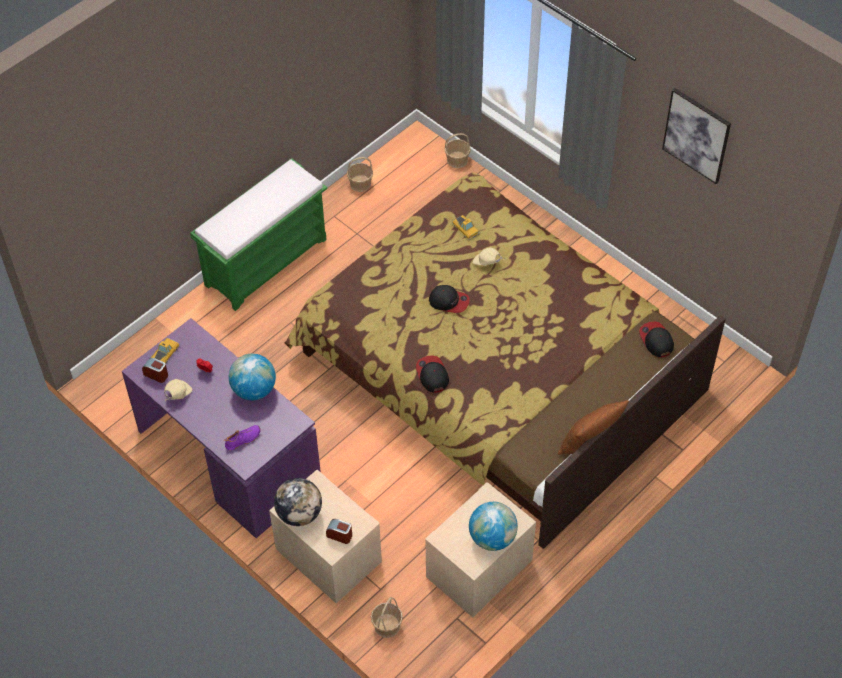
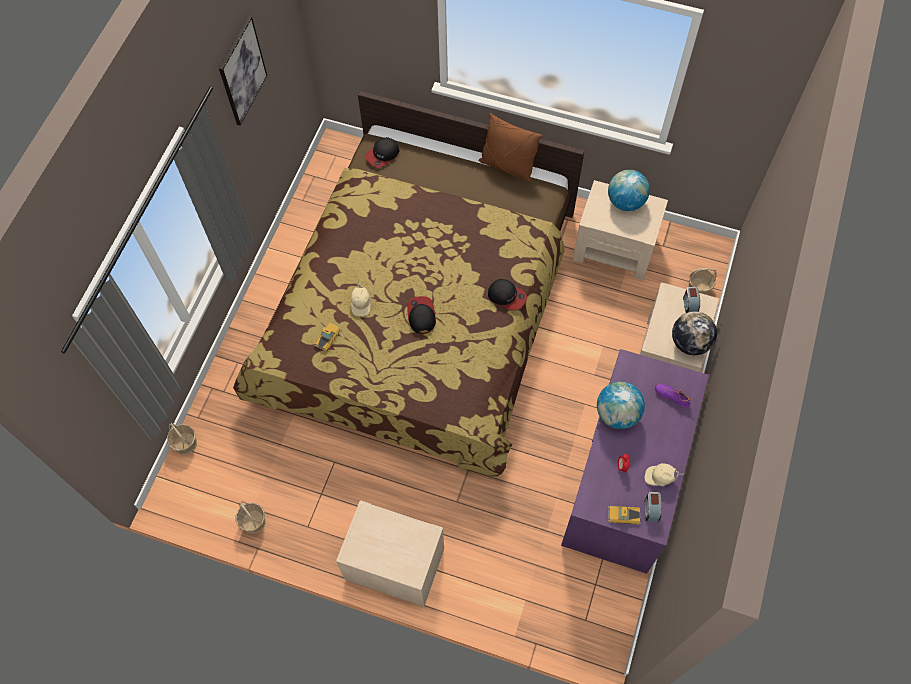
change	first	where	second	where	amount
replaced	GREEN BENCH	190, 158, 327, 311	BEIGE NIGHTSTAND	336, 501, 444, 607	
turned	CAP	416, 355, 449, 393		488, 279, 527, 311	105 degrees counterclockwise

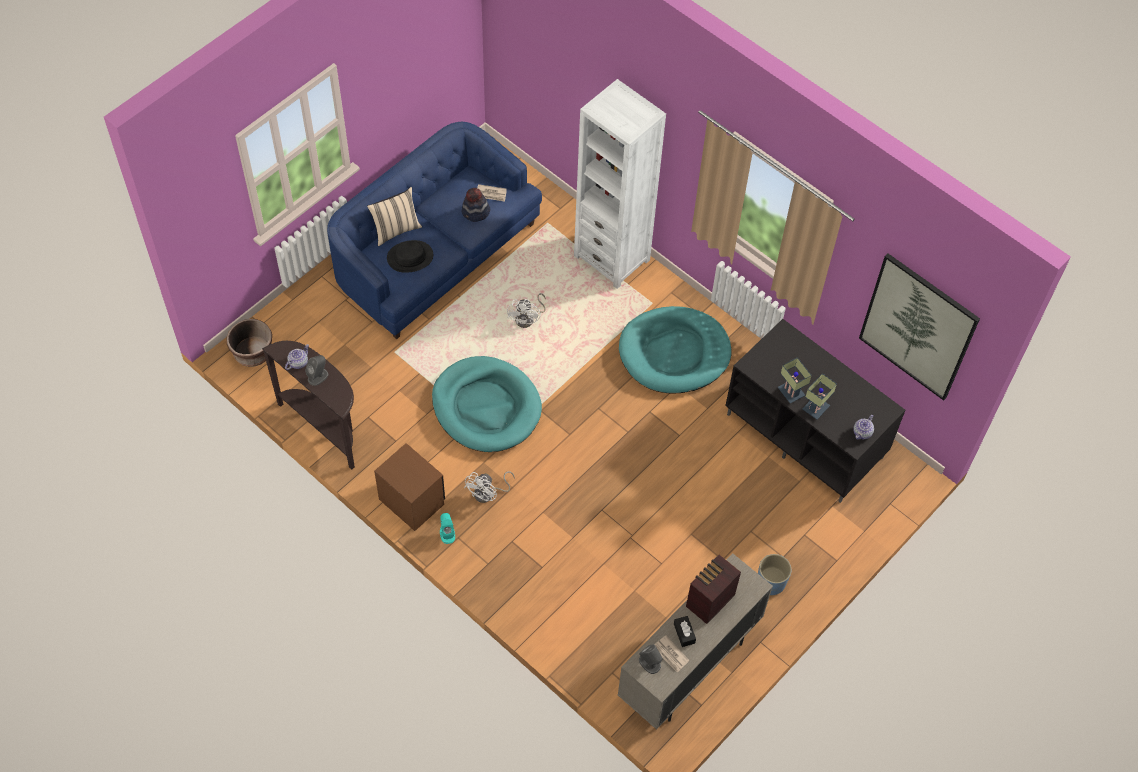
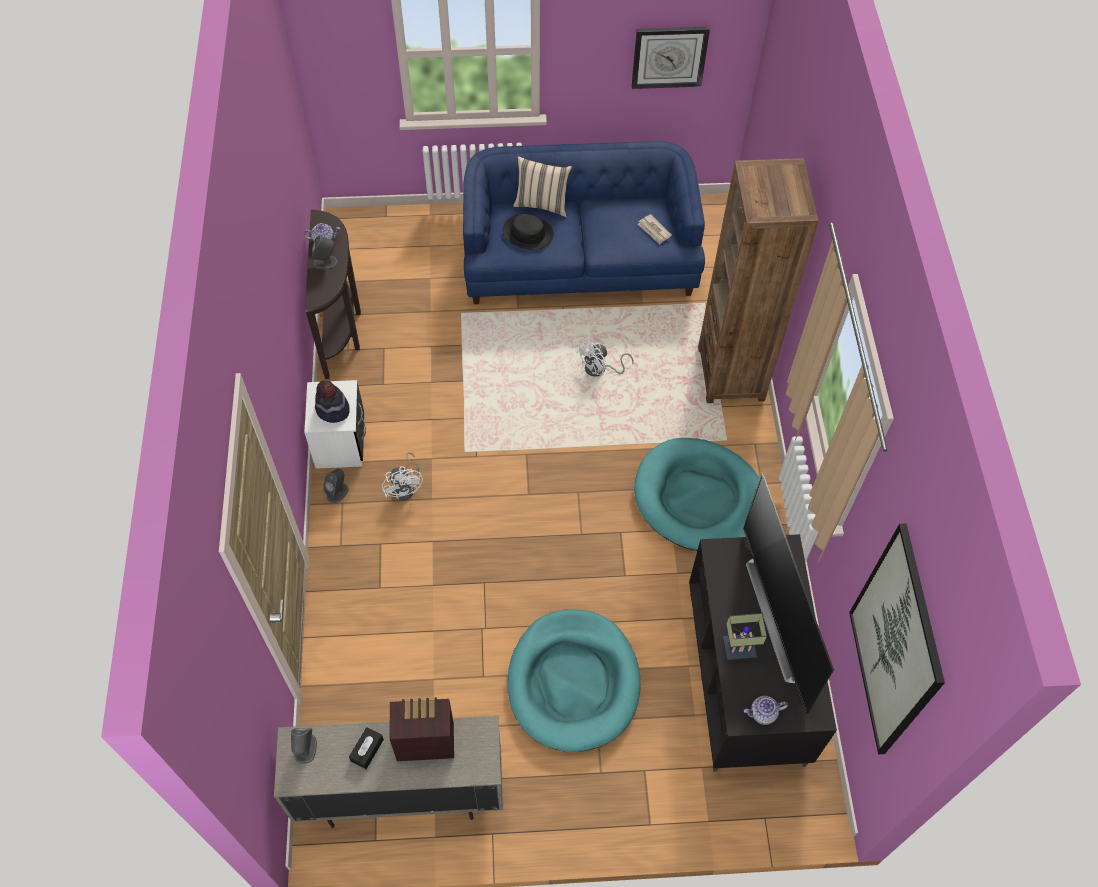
change	first	where	second	where	amount
recoloured	WHITE BOOKCASE	574, 79, 666, 289	BROWN BOOKCASE	698, 158, 819, 403	
moved	HAT	462, 188, 490, 222		315, 380, 350, 423	
removed	BROWN PLANTER	227, 319, 272, 367			
moved	TURQUOISE DOG BED	432, 356, 542, 452		507, 609, 641, 752	
removed	TABLE LAMP	778, 357, 812, 403			
recoloured	BROWN NIGHTSTAND	374, 443, 445, 531	WHITE NIGHTSTAND	304, 380, 366, 469	
turned	WHITE FAN	464, 471, 515, 503		382, 452, 423, 501	90 degrees counterclockwise
recoloured	TURQUOISE SPEAKER	440, 513, 455, 544	GREY SPEAKER	323, 469, 349, 503	
removed	BLUE PLANTER	758, 554, 791, 596			
removed	NEWSPAPER	654, 635, 689, 673			
added			WALL CLOCK	632, 27, 710, 89	
added			TELEVISION	743, 472, 834, 714	

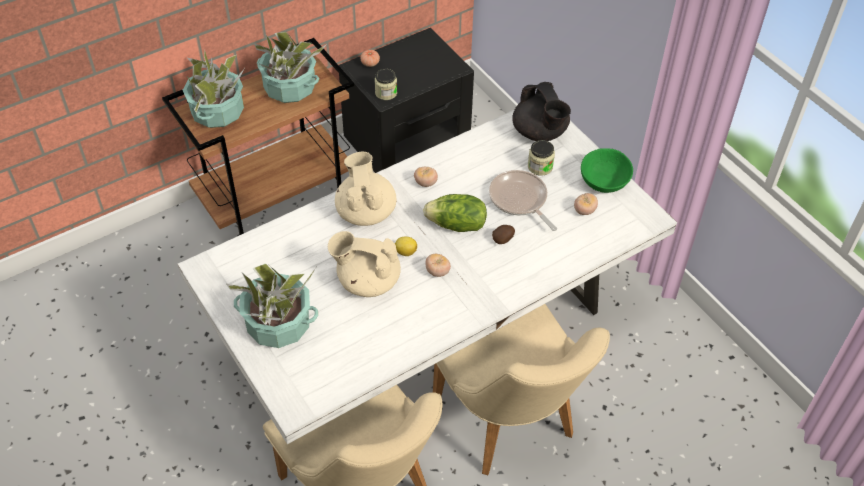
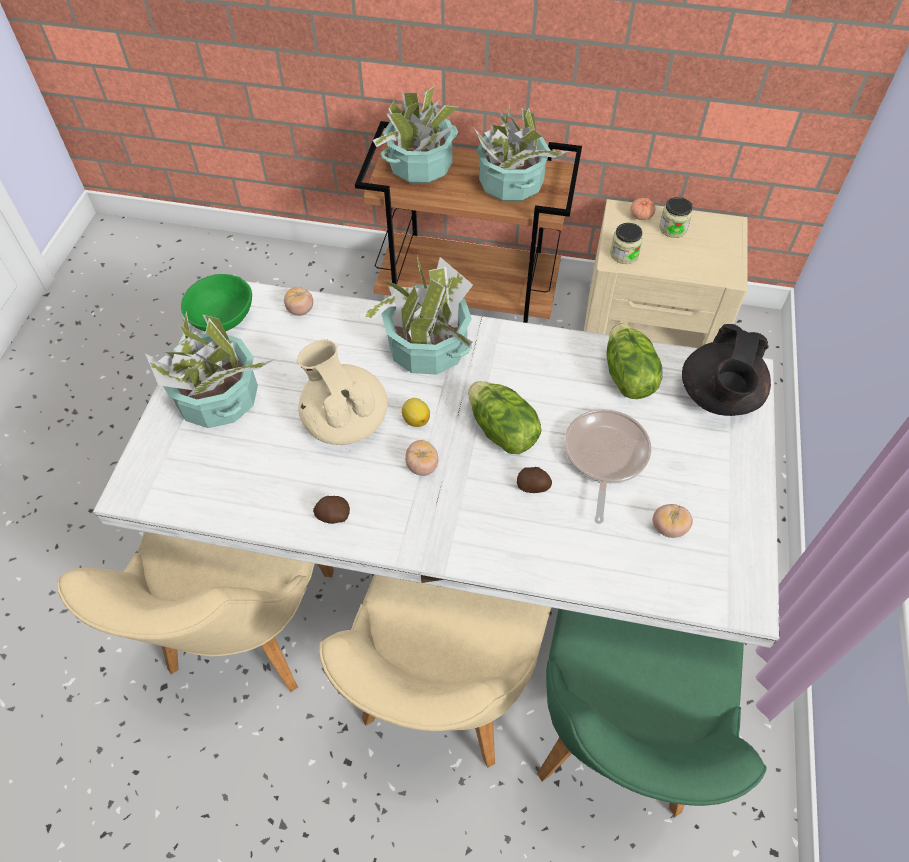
change	first	where	second	where	amount
recoloured	BLACK NIGHTSTAND	339, 28, 474, 173	BEIGE NIGHTSTAND	584, 199, 748, 348	
moved	JAR	528, 140, 555, 176		659, 197, 693, 238	
moved	GREEN BOWL	581, 148, 633, 193		181, 274, 252, 332	
replaced	BEIGE TEAPOT	335, 152, 397, 226	POTTED PLANT	358, 255, 473, 375	
moved	TOMATO	414, 167, 438, 187		284, 287, 313, 316	
added			LETTUCE	606, 323, 662, 399	
added			POTATO	313, 496, 350, 524	
added			GREEN CHAIR	537, 609, 767, 817	

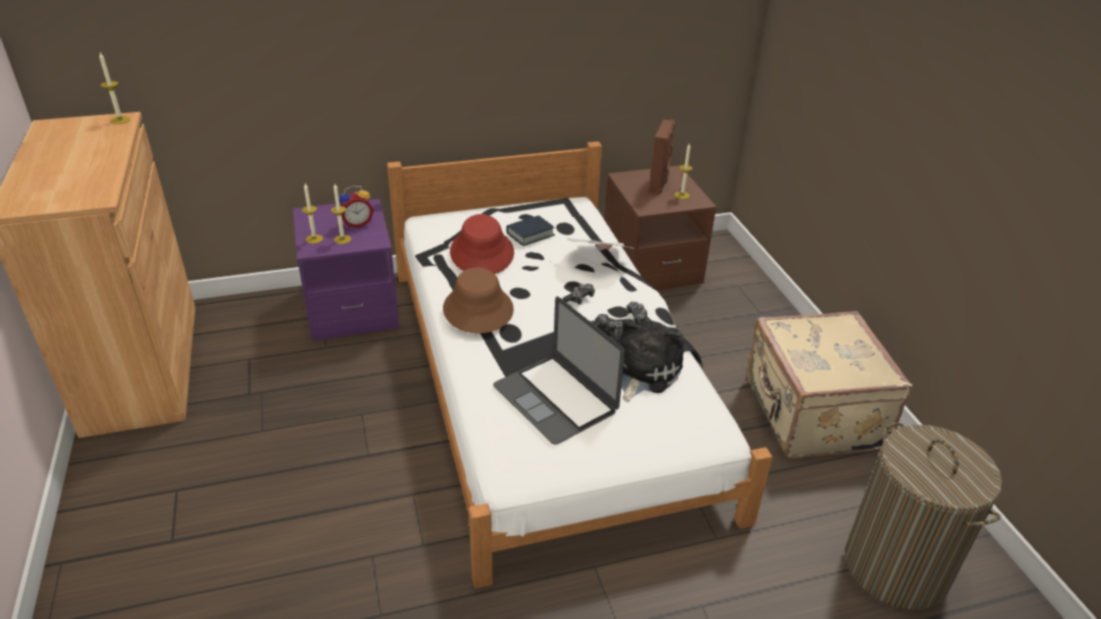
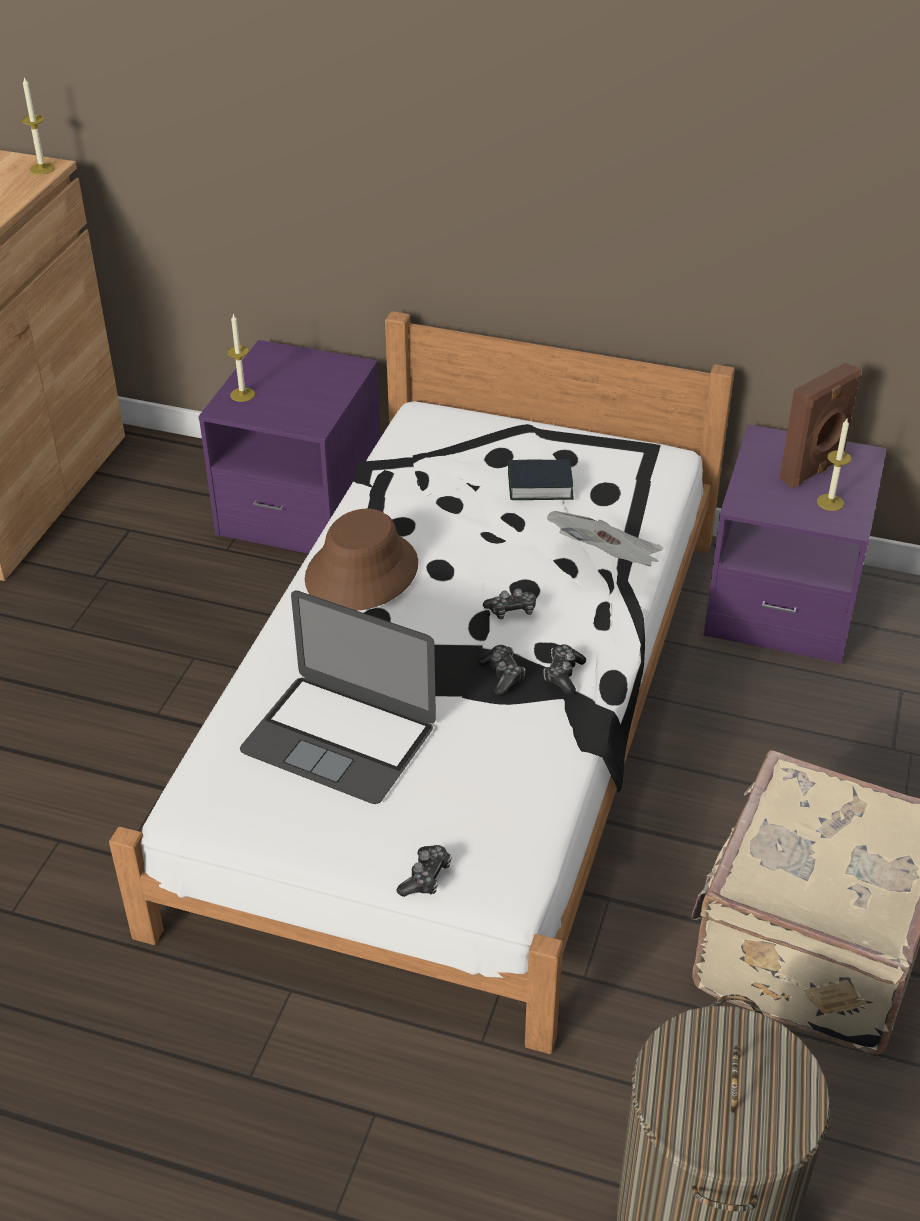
change	first	where	second	where	amount
recoloured	BROWN NIGHTSTAND	604, 165, 716, 290	PURPLE NIGHTSTAND	703, 424, 887, 664	
removed	CANDLE	331, 184, 351, 244			
removed	ALARM CLOCK	339, 186, 374, 228			
removed	RED HAT	450, 214, 514, 274			
turned	LAPTOP	493, 297, 625, 445		240, 590, 436, 804	60 degrees counterclockwise
removed	PLUSH TOY	619, 320, 684, 402			
added			GAME CONTROLLER	397, 845, 451, 897	

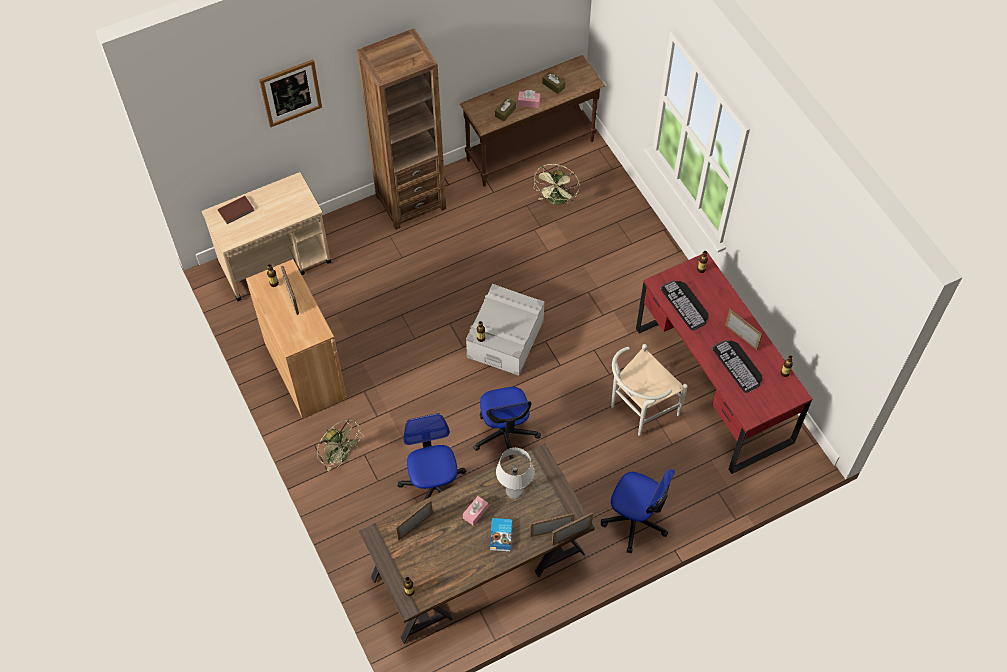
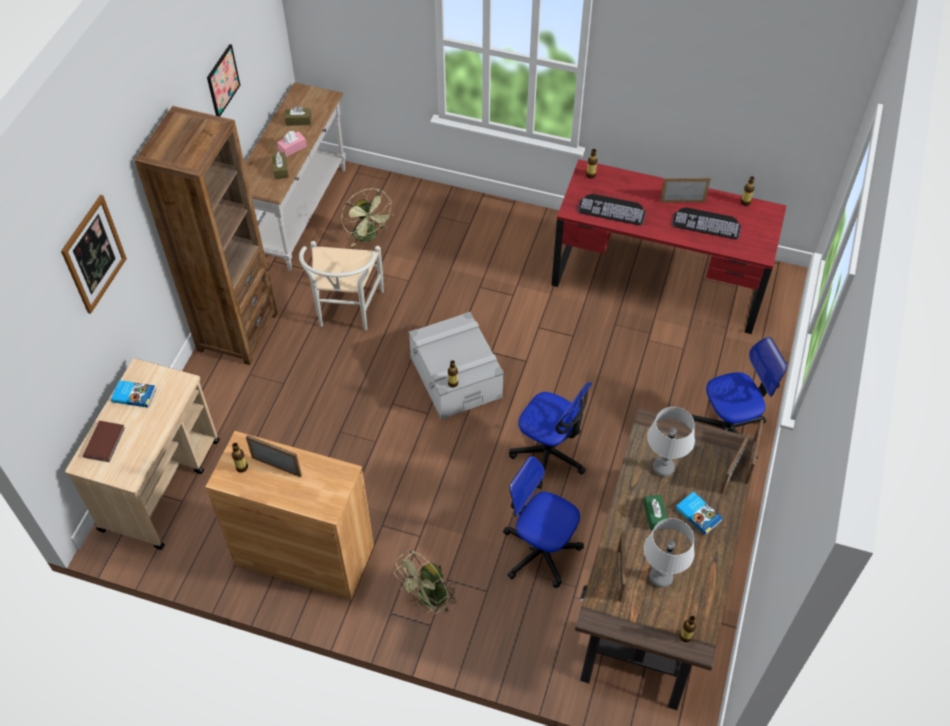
change	first	where	second	where	amount
recoloured	BROWN CONSOLE TABLE	460, 55, 605, 187	WHITE CONSOLE TABLE	245, 82, 346, 271	
moved	WHITE CHAIR	611, 344, 688, 436		299, 241, 384, 330	
turned	GREEN FAN	317, 419, 364, 472		394, 550, 456, 614	135 degrees clockwise
recoloured	PINK TISSUE BOX	463, 496, 488, 526	GREEN TISSUE BOX	643, 494, 668, 530	
added			PICTURE	207, 44, 240, 117	
added			BOOK	111, 380, 156, 408	
added			GREY TABLE LAMP	644, 518, 694, 587	

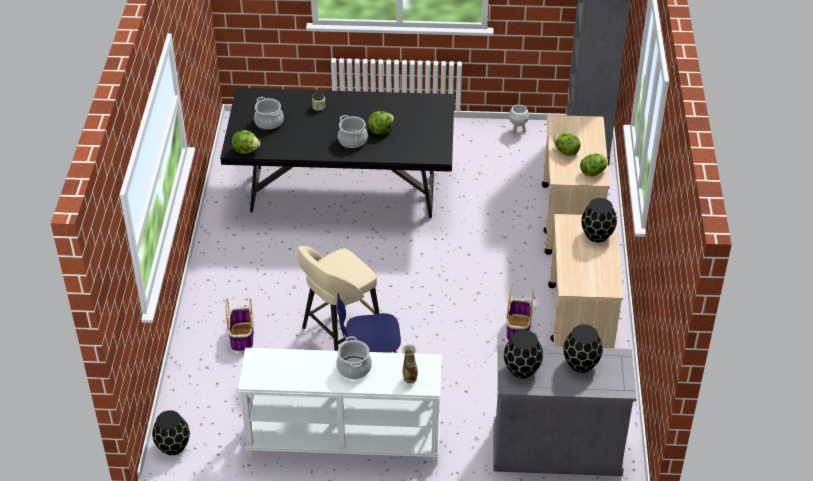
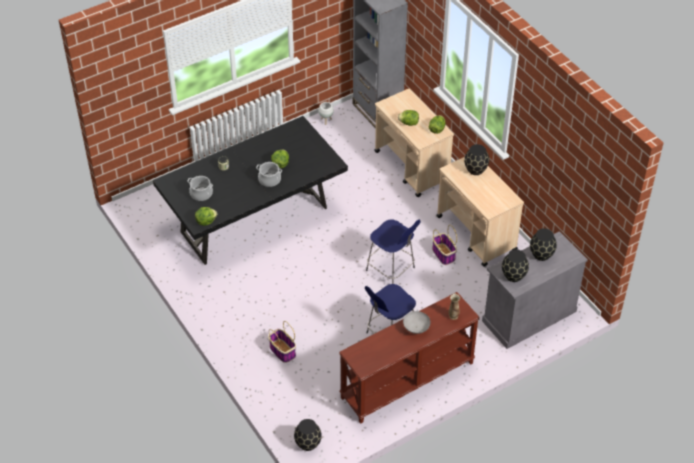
change	first	where	second	where	amount
removed	BEIGE STOOL	298, 246, 380, 351			
replaced	COOKING POT	336, 336, 372, 379	GREY BOWL	403, 311, 431, 334	
recoloured	WHITE CONSOLE TABLE	238, 348, 442, 465	BROWN CONSOLE TABLE	339, 292, 480, 424	
added			BLUE STOOL	366, 219, 421, 284	

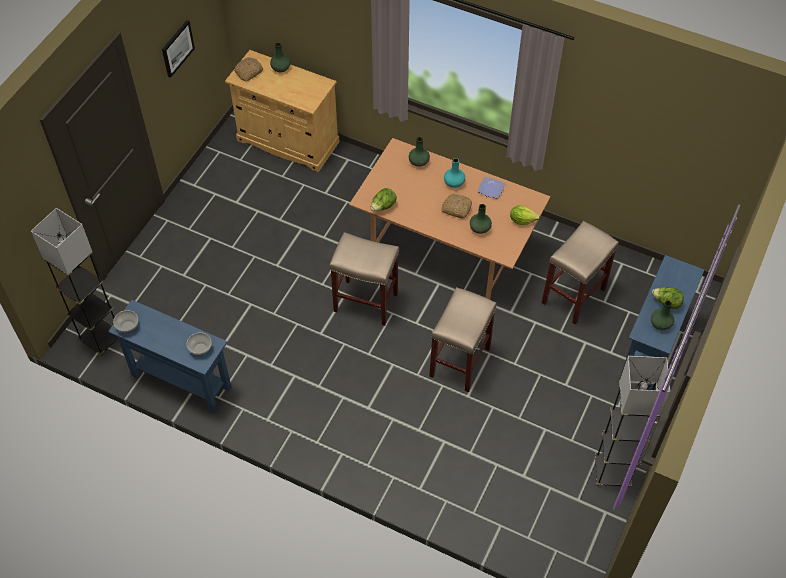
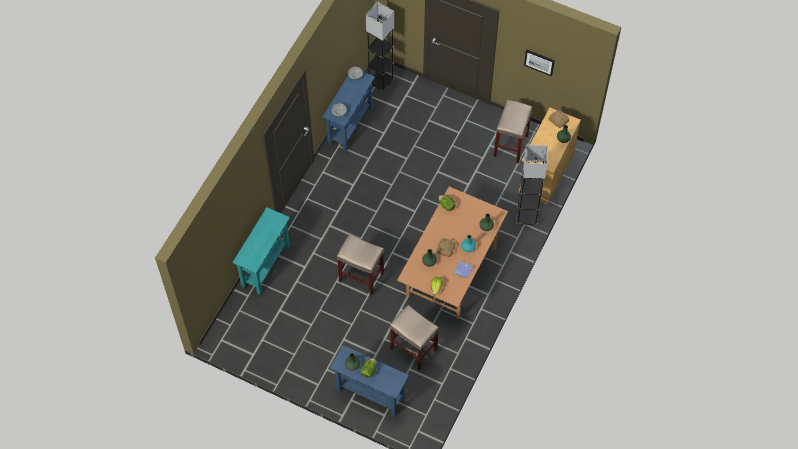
change	first	where	second	where	amount
moved	BEIGE STOOL	329, 232, 399, 326		494, 100, 532, 163	
moved	GREY FLOOR LAMP	595, 356, 670, 487		516, 145, 548, 226	
added			TURQUOISE CONSOLE TABLE	232, 207, 290, 295	

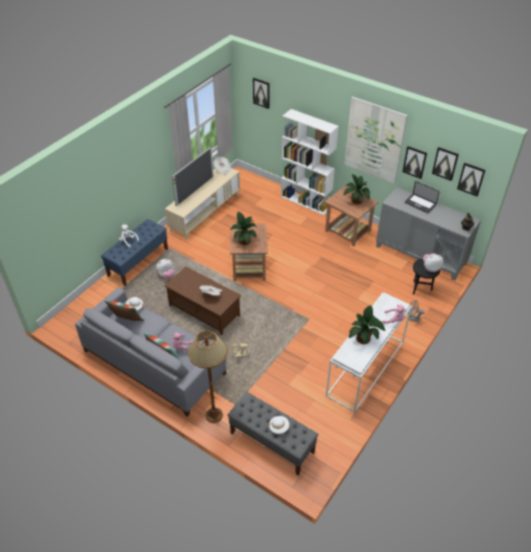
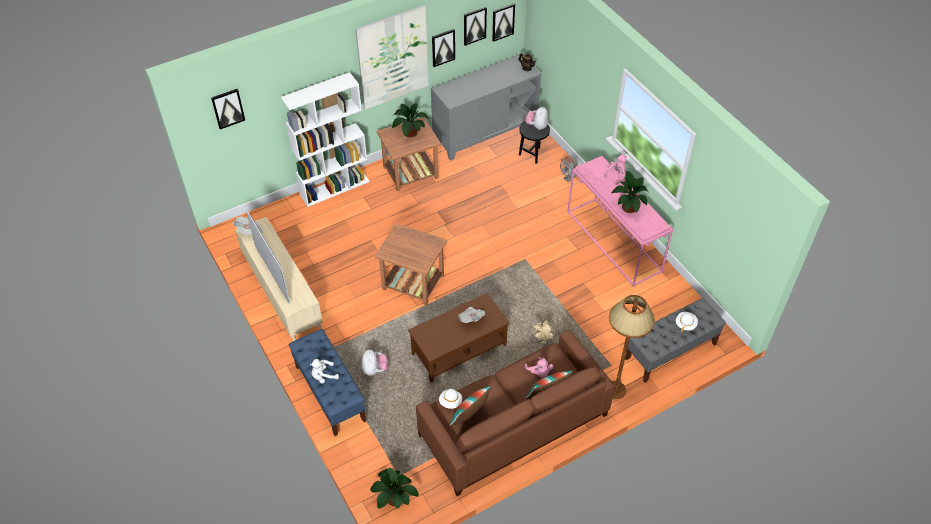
change	first	where	second	where	amount
removed	LAPTOP	405, 181, 440, 213			
moved	POTTED PLANT	230, 212, 257, 245		370, 468, 419, 509	
recoloured	GREY SOFA	75, 287, 226, 417	BROWN SOFA	416, 330, 615, 496	
recoloured	WHITE CONSOLE TABLE	326, 292, 412, 413	PINK CONSOLE TABLE	567, 156, 673, 287	

